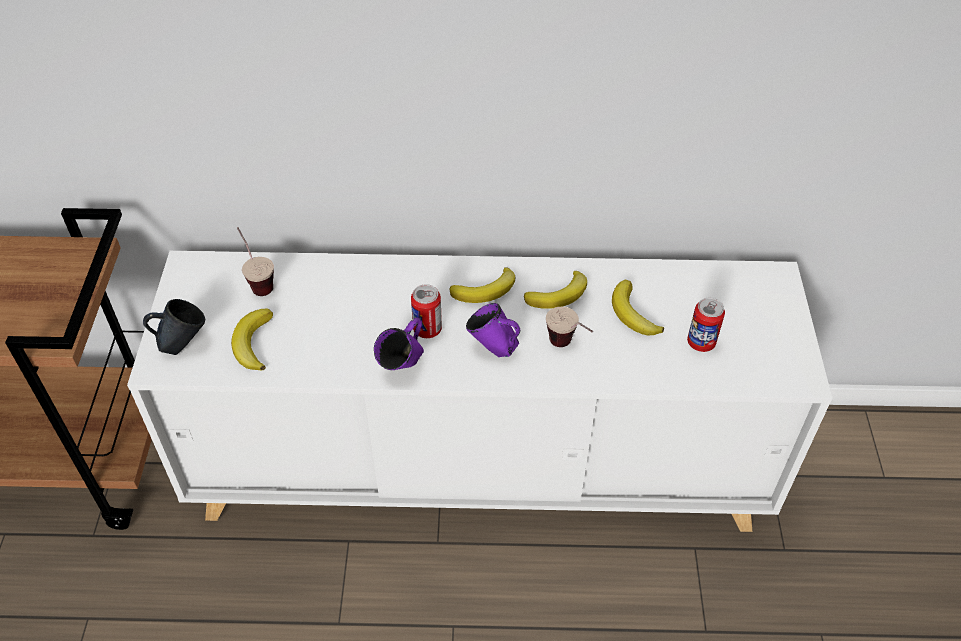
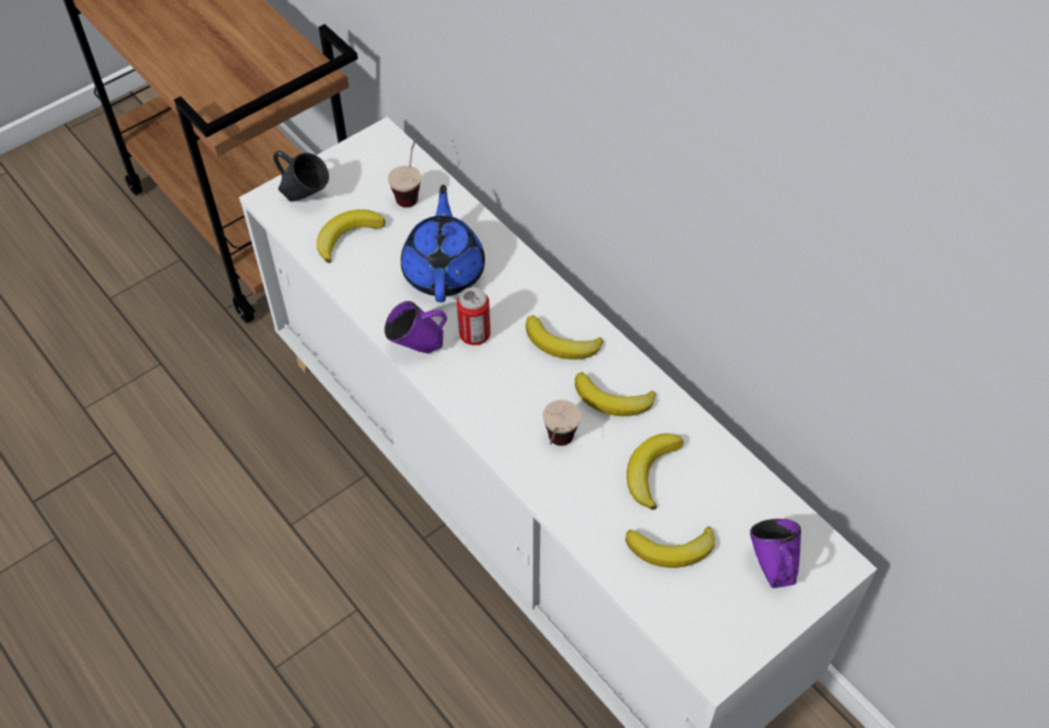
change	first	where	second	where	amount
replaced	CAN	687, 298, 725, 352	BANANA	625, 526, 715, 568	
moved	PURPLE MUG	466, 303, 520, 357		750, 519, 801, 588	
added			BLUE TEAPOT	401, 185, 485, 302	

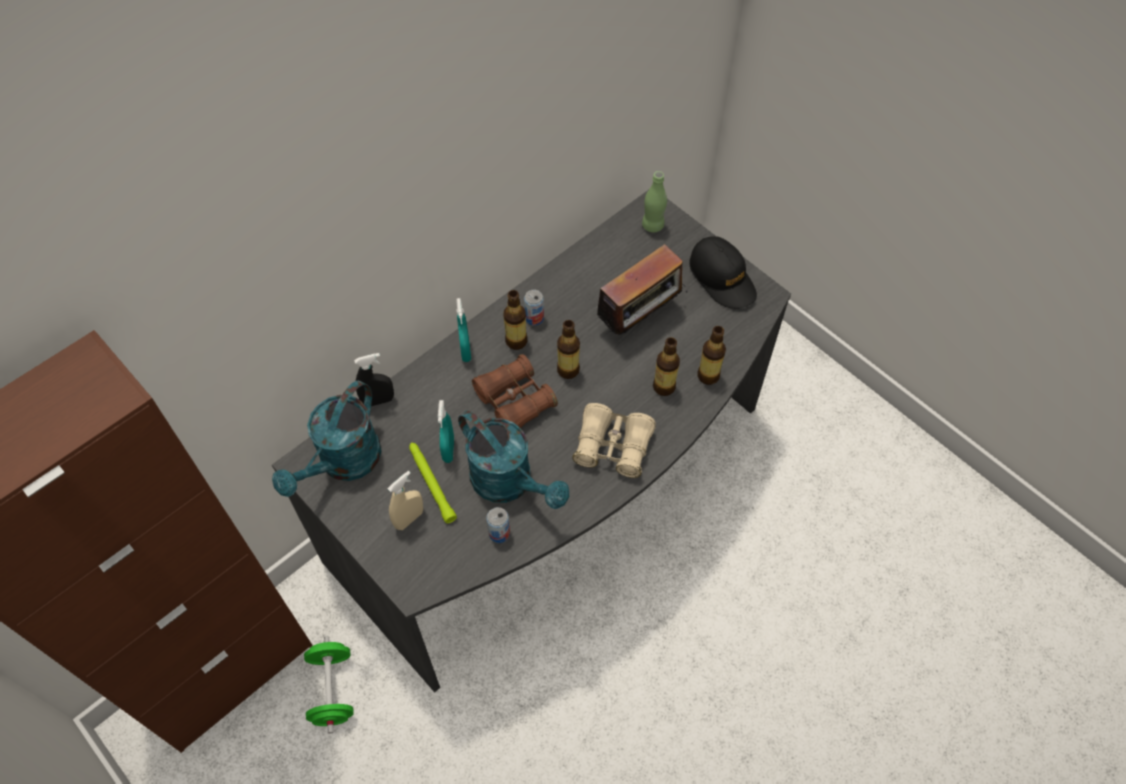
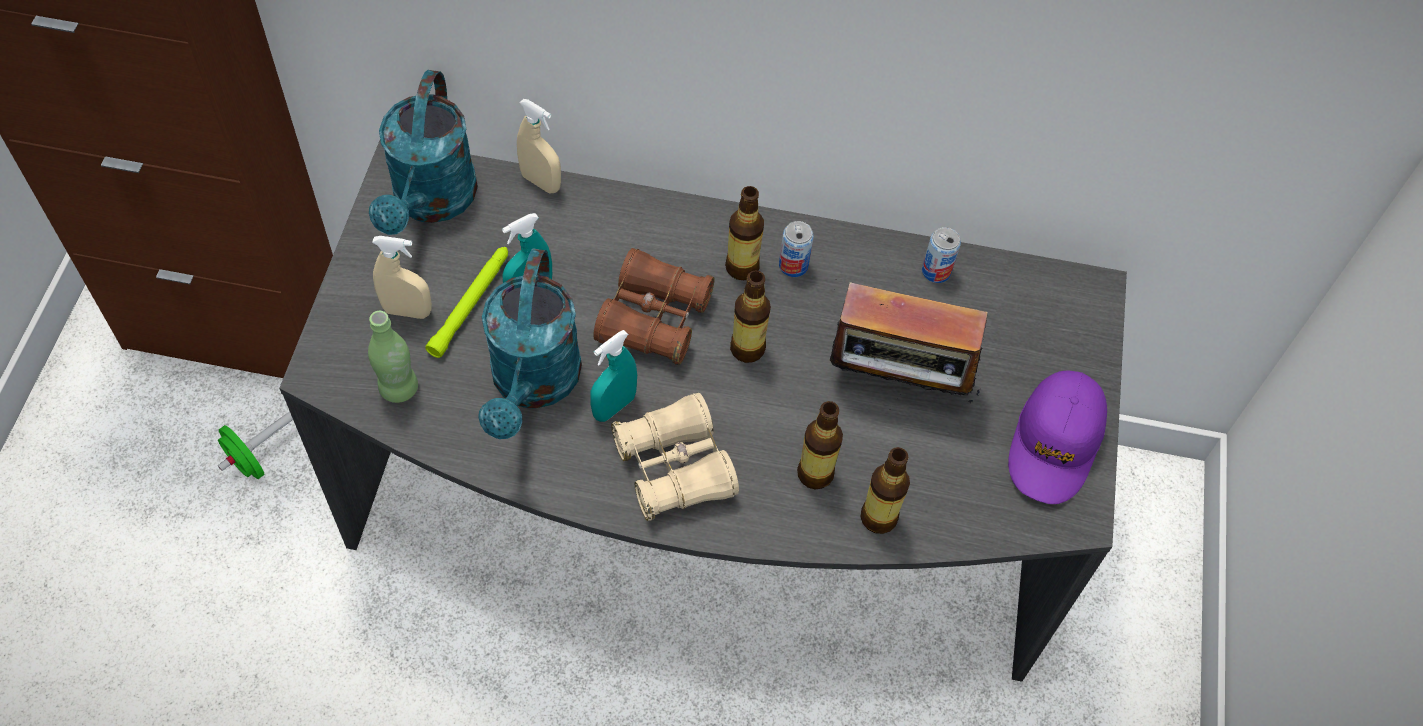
change	first	where	second	where	amount
moved	GREEN BOTTLE	642, 171, 667, 232		368, 311, 418, 403	
recoloured	BLACK CAP	689, 236, 757, 309	PURPLE CAP	1008, 371, 1107, 504	
moved	TURQUOISE SPRAY BOTTLE	456, 298, 471, 362		590, 330, 637, 422	
recoloured	BLACK SPRAY BOTTLE	354, 353, 394, 406	BEIGE SPRAY BOTTLE	517, 99, 561, 194	
turned	TURQUOISE WATERING CAN	272, 381, 381, 497		369, 70, 478, 235	75 degrees counterclockwise
moved	CAN	486, 507, 510, 543		922, 227, 961, 283	

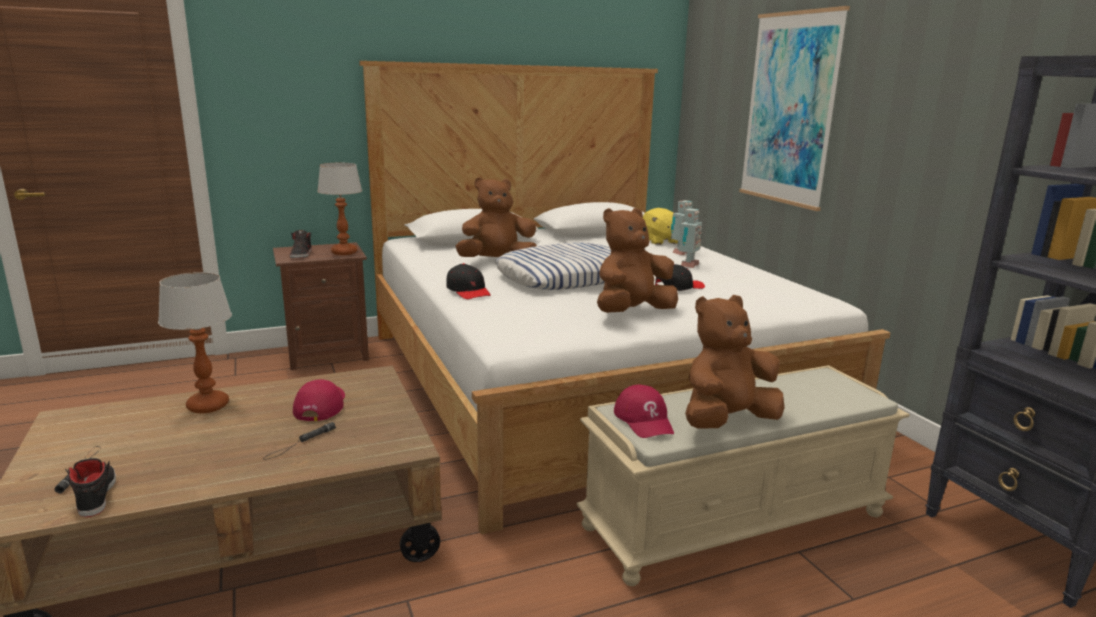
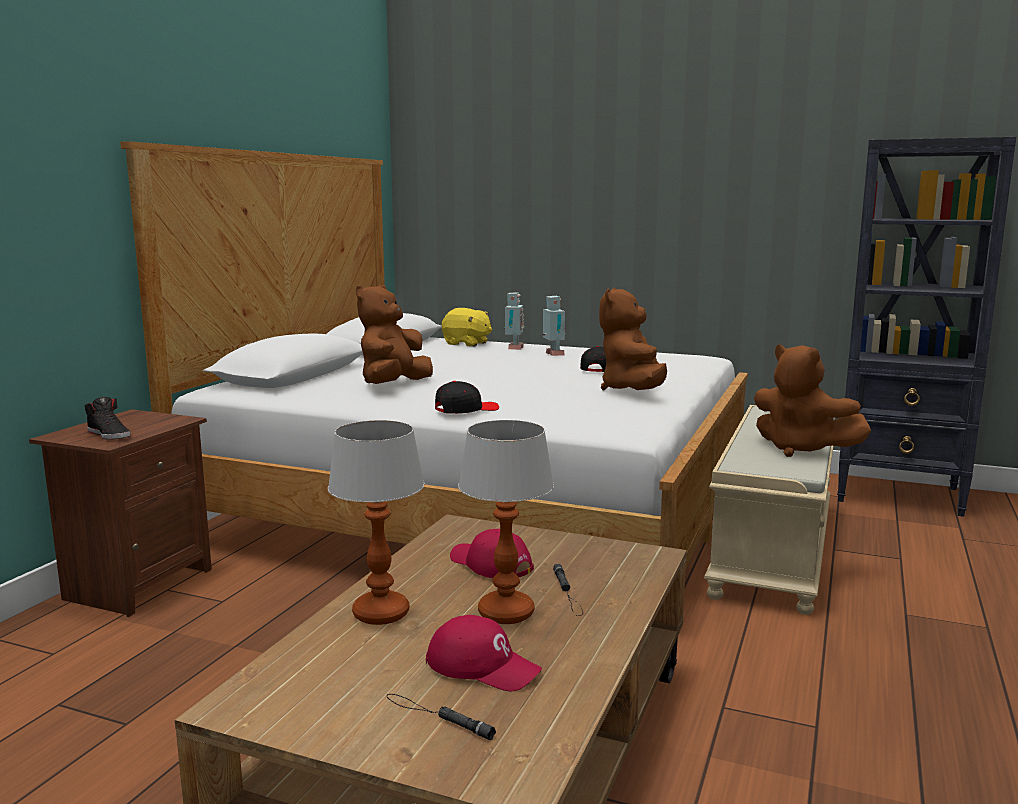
change	first	where	second	where	amount
removed	PICTURE	739, 6, 850, 211			
moved	TABLE LAMP	317, 163, 362, 255		458, 420, 554, 624	
removed	PILLOW	495, 242, 611, 290			
turned	BLACK CAP	446, 263, 491, 299		435, 381, 499, 414	45 degrees counterclockwise
turned	BROWN PLUSH TOY	685, 295, 785, 429		754, 345, 871, 457	60 degrees counterclockwise
moved	RED CAP	614, 385, 674, 438		426, 615, 542, 692	
removed	BLACK SHOE	65, 458, 116, 517			

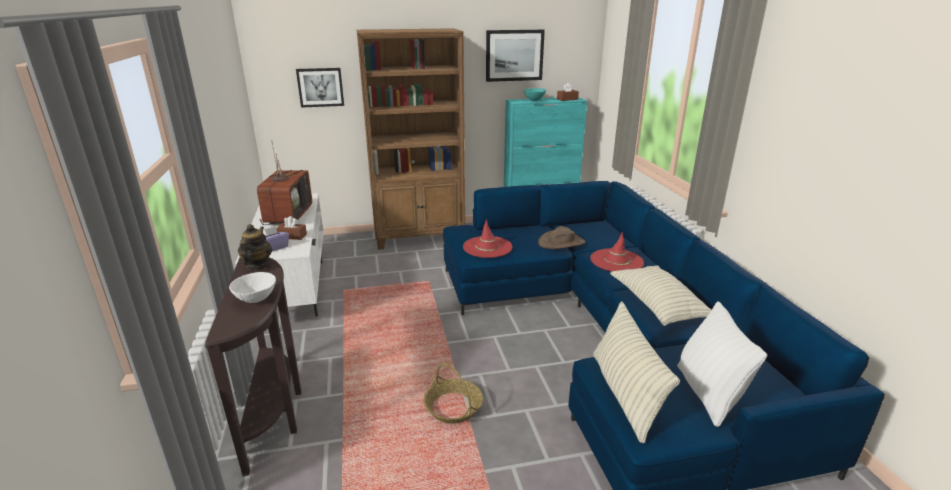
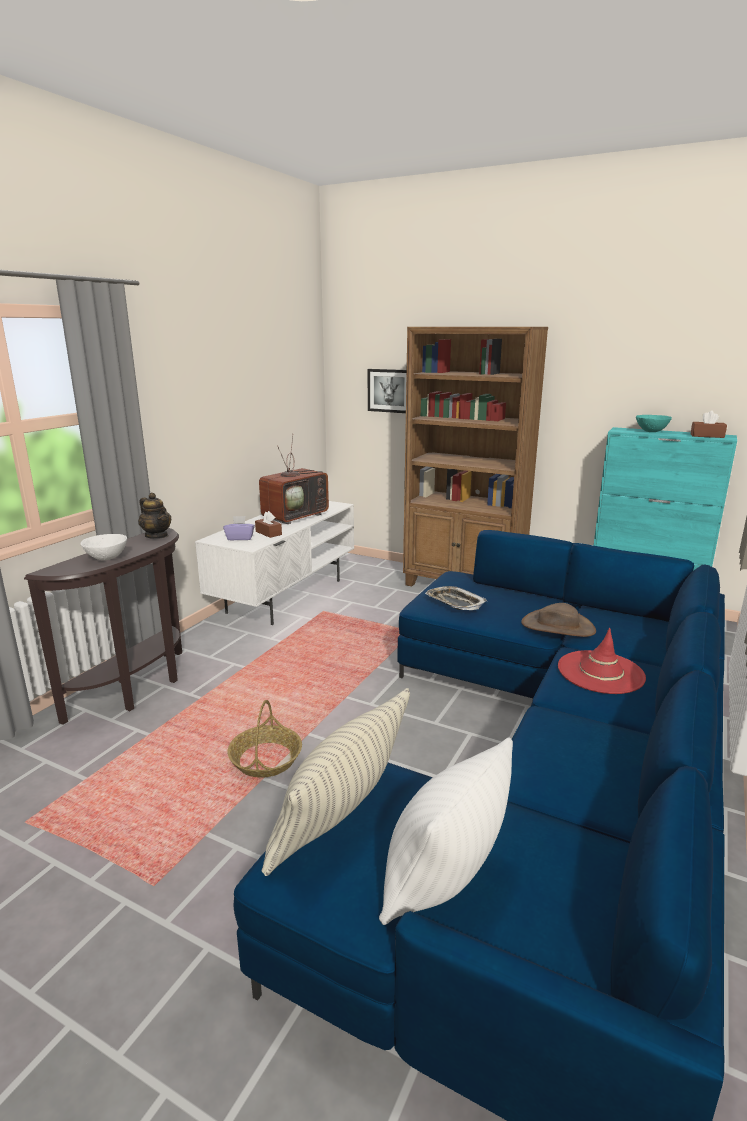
change	first	where	second	where	amount
removed	PICTURE	486, 30, 545, 82			
replaced	RED HAT	463, 219, 512, 258	TRAY	425, 586, 487, 610	
turned	TEAPOT	238, 224, 272, 270		138, 493, 171, 539	90 degrees clockwise
removed	PILLOW	610, 265, 711, 326			

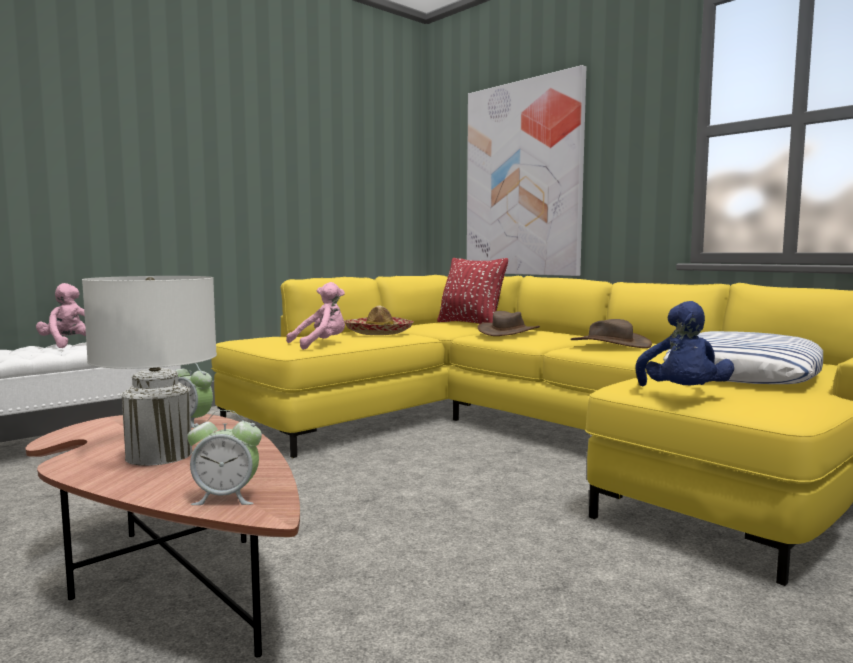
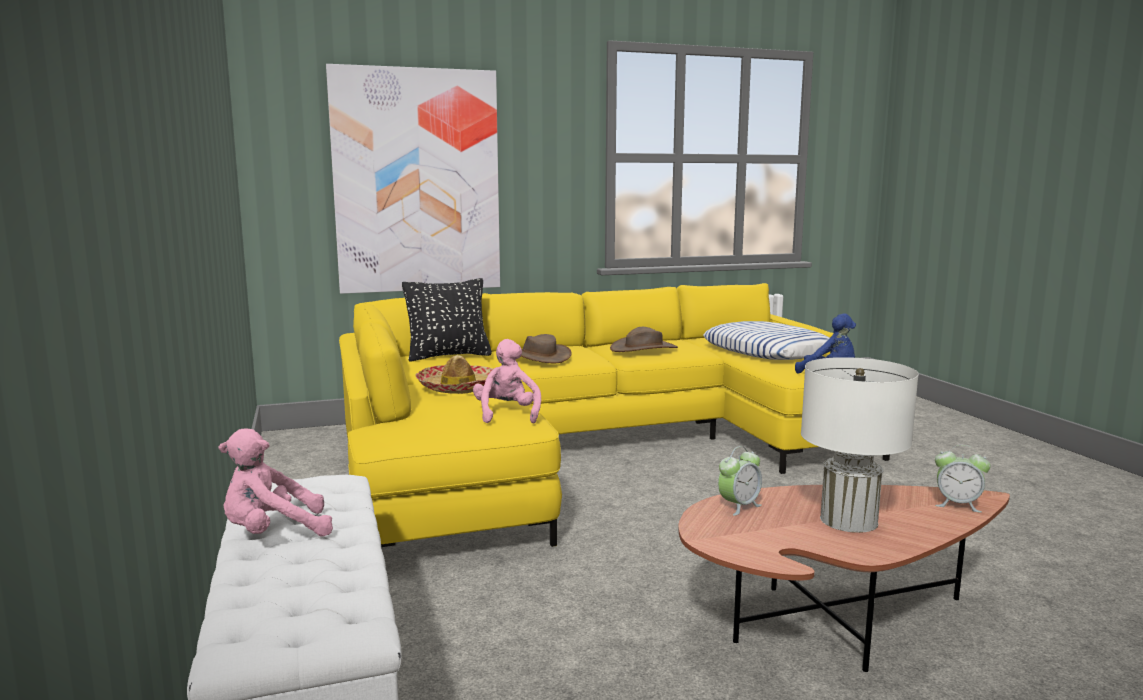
change	first	where	second	where	amount
recoloured	RED PILLOW	437, 258, 508, 324	BLACK PILLOW	402, 278, 492, 362	
turned	ALARM CLOCK	187, 410, 262, 505		935, 445, 991, 513	90 degrees clockwise

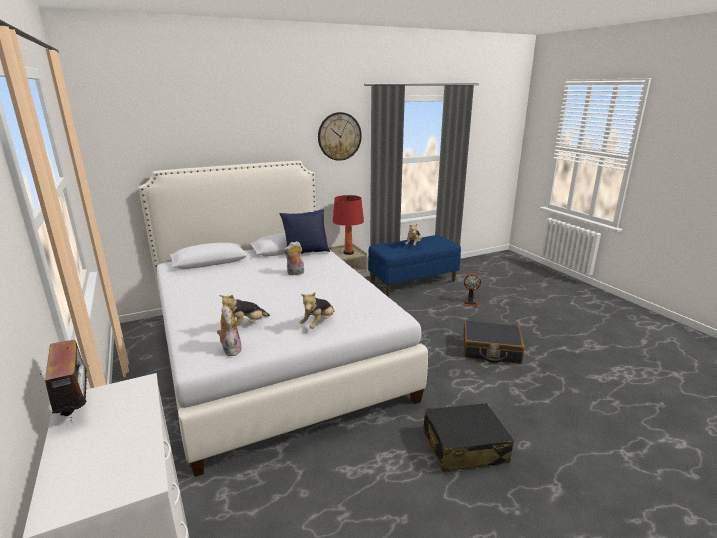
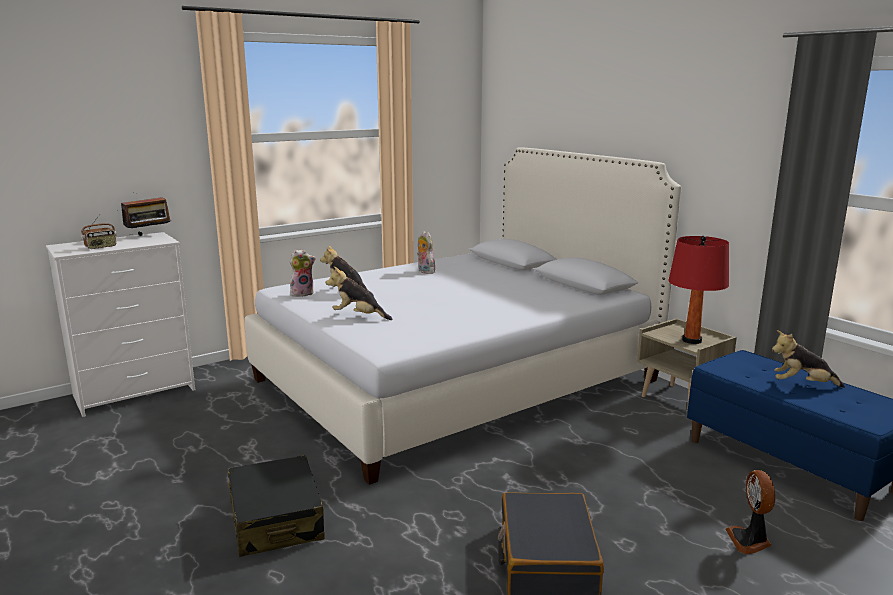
change	first	where	second	where	amount
removed	WALL CLOCK	318, 112, 362, 161			
removed	BLUE PILLOW	280, 209, 330, 254			
moved	PLUSH TOY	283, 241, 304, 275		417, 231, 435, 274	
added			RADIO	81, 214, 116, 249	

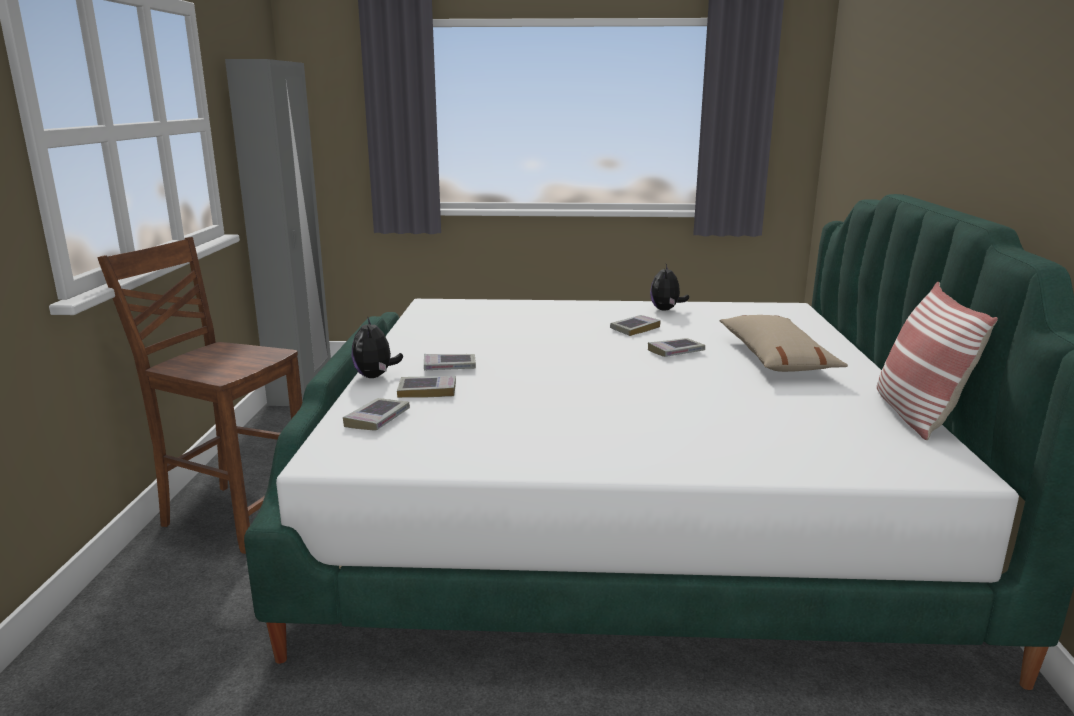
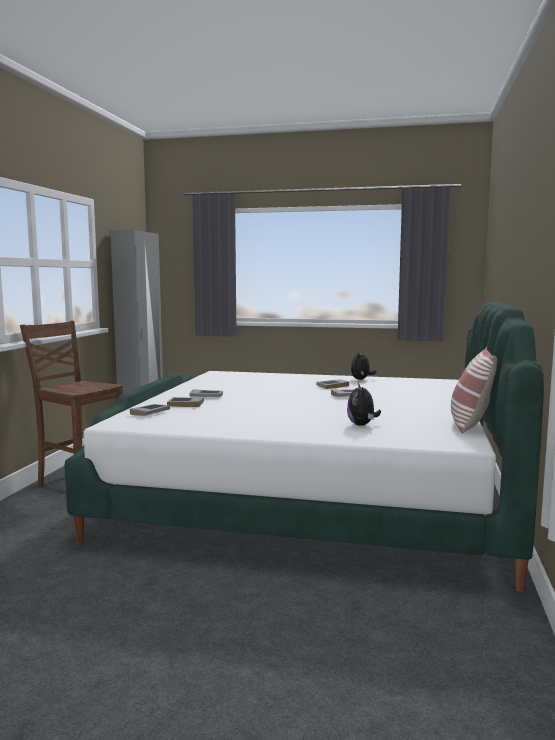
change	first	where	second	where	amount
removed	BEIGE PILLOW	719, 315, 848, 372			
moved	PLUSH TOY	351, 316, 403, 378		347, 383, 381, 426	

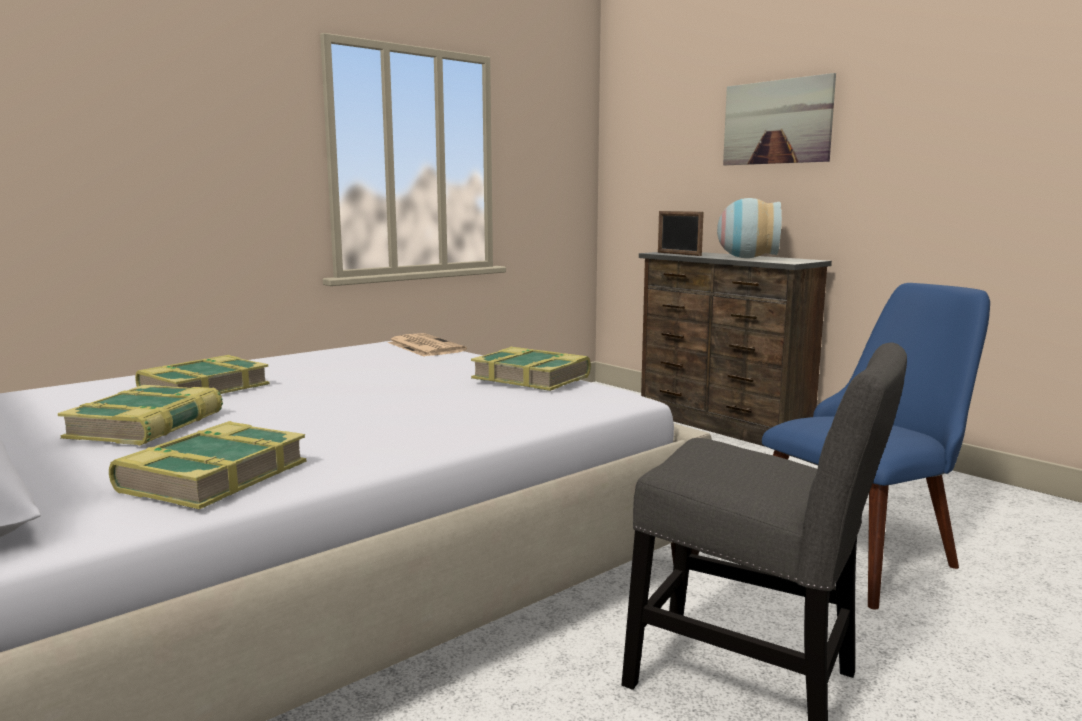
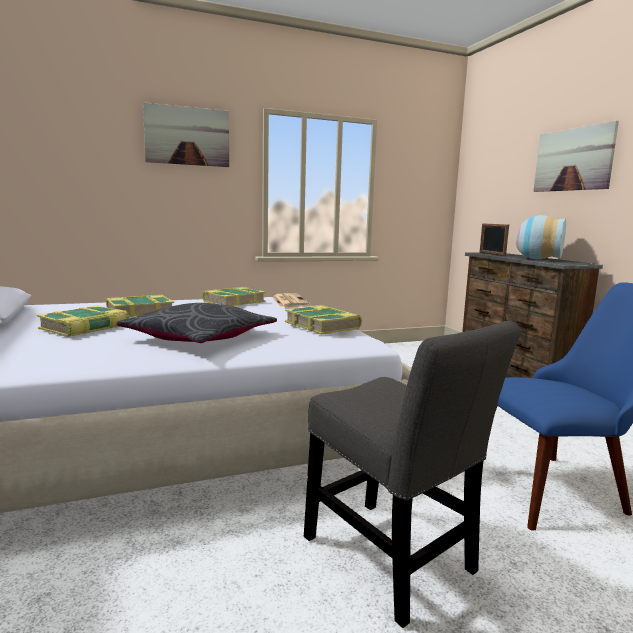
change	first	where	second	where	amount
moved	BOOK	109, 421, 306, 509		202, 287, 266, 306	
added			PICTURE	143, 102, 229, 167	
added			GREY PILLOW	116, 303, 277, 343	

